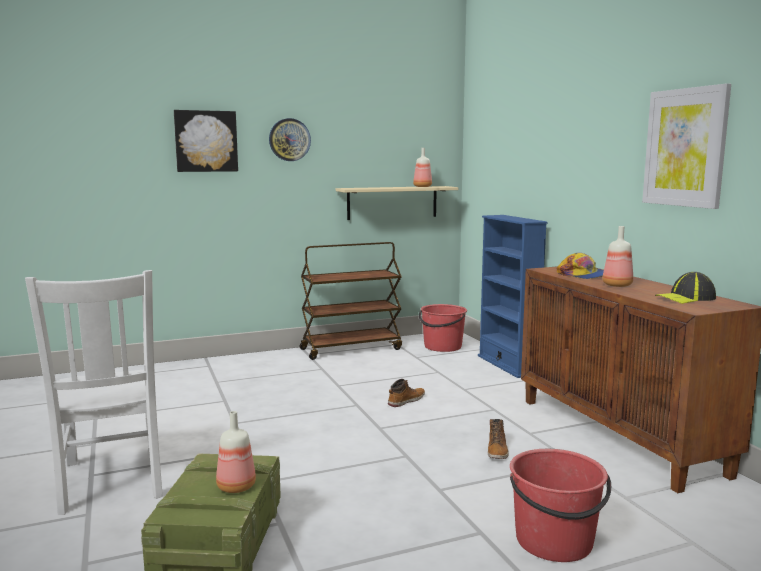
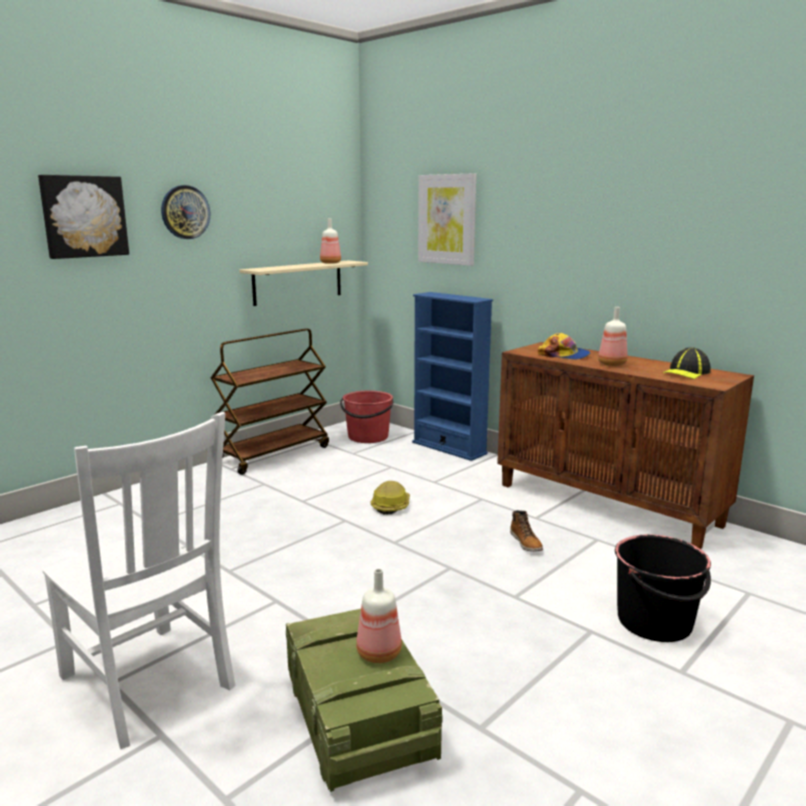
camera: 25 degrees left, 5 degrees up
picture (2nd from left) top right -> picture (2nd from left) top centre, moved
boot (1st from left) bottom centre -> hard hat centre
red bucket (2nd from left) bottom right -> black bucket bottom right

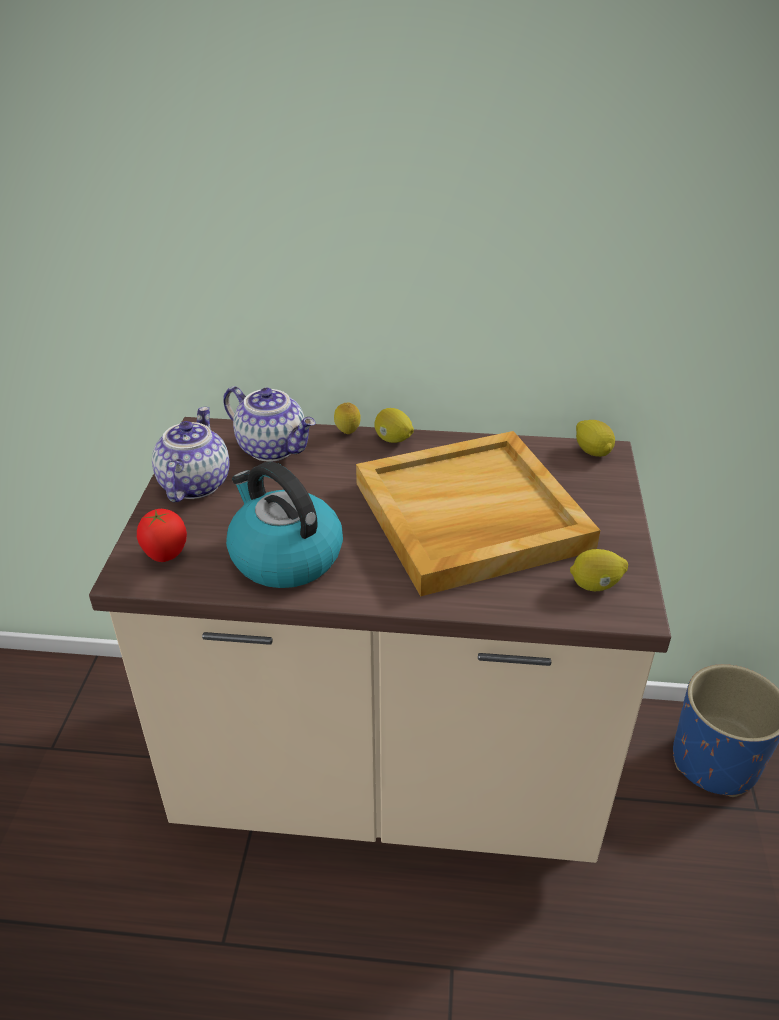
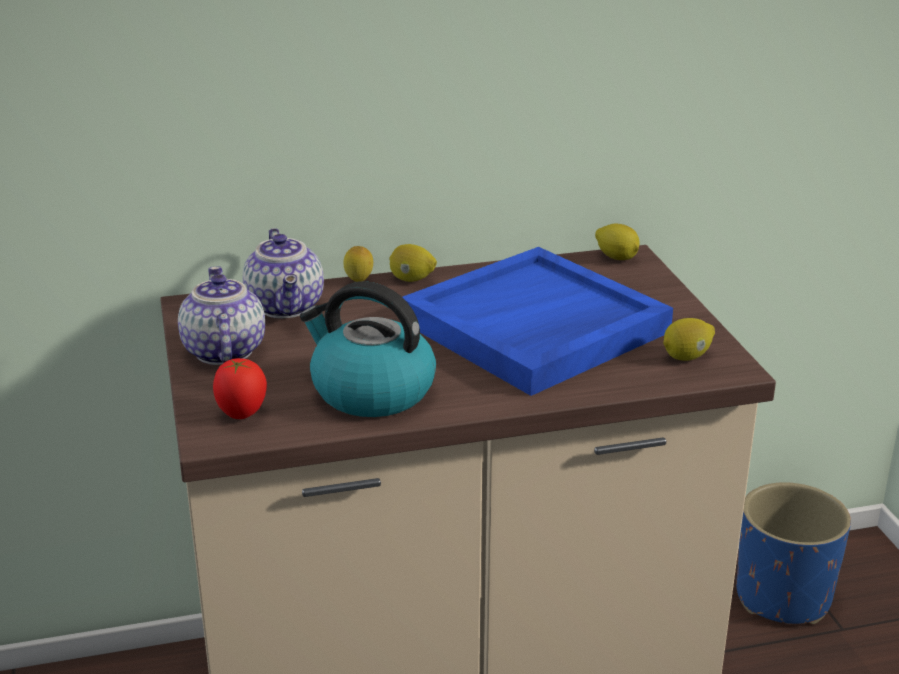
camera: 20 degrees left, 10 degrees down
teapot (2nd from left) centre -> teapot (2nd from left) middle left, 60 degrees clockwise
beige tray centre -> blue tray centre

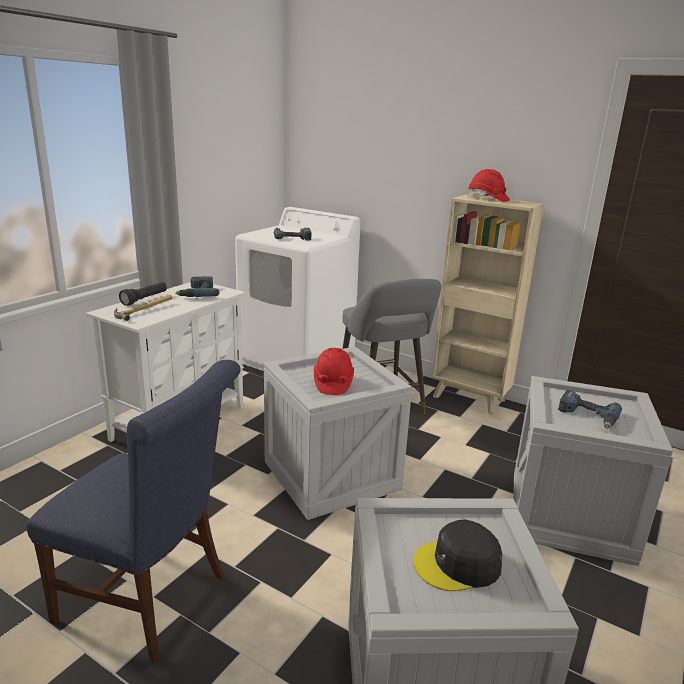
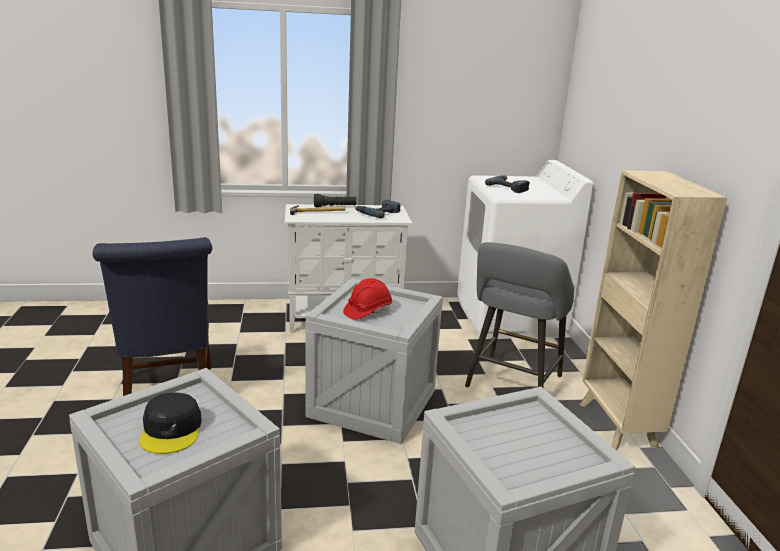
camera: 50 degrees right, 0 degrees up
red hard hat (2nd from left) top right -> none
power drill (3rd from left) middle right -> none
black cap bottom right -> black cap bottom left, 135 degrees counterclockwise

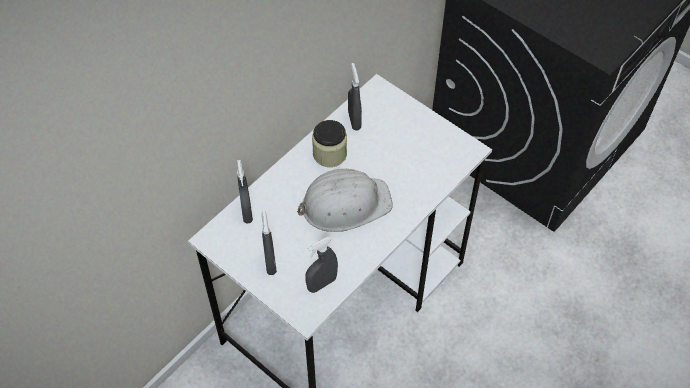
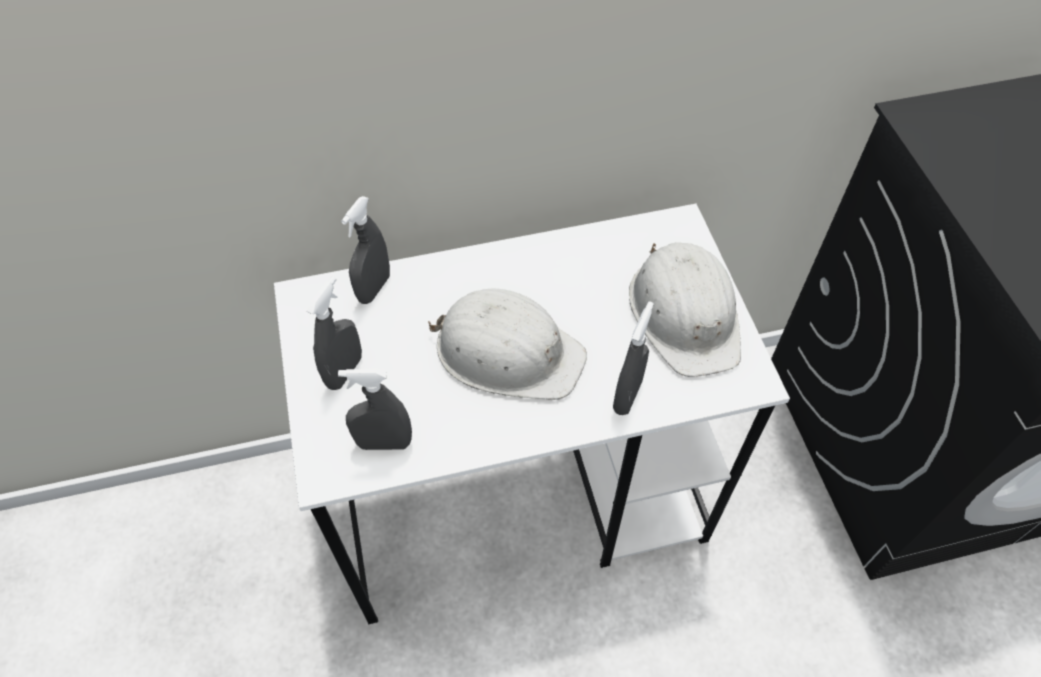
camera: 35 degrees right, 0 degrees up
grey spray bottle (4th from left) top centre -> grey spray bottle (4th from left) centre, moved
jar centre -> none
none -> white hard hat (2nd from left) centre

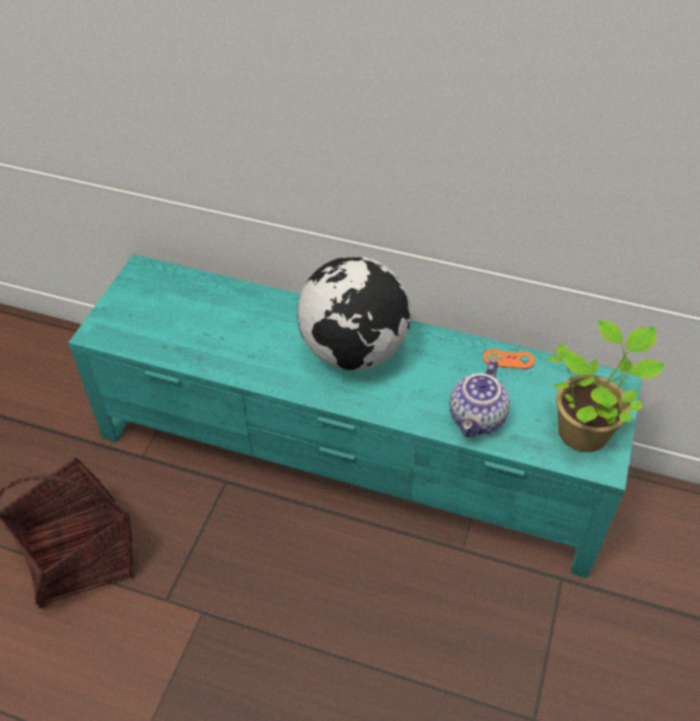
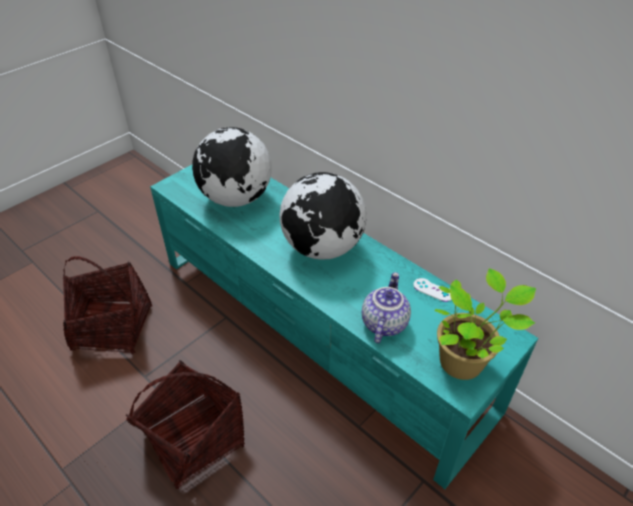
camera: 25 degrees right, 5 degrees down
orange game controller middle right -> white game controller middle right
teapot middle right -> teapot centre, 150 degrees clockwise
none -> globe (1st from left) top centre
none -> basket (2nd from left) bottom left

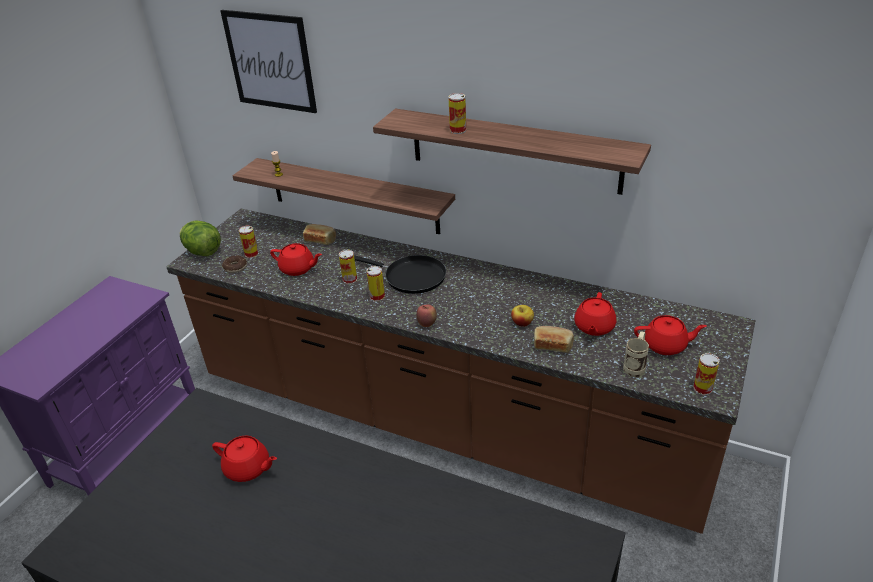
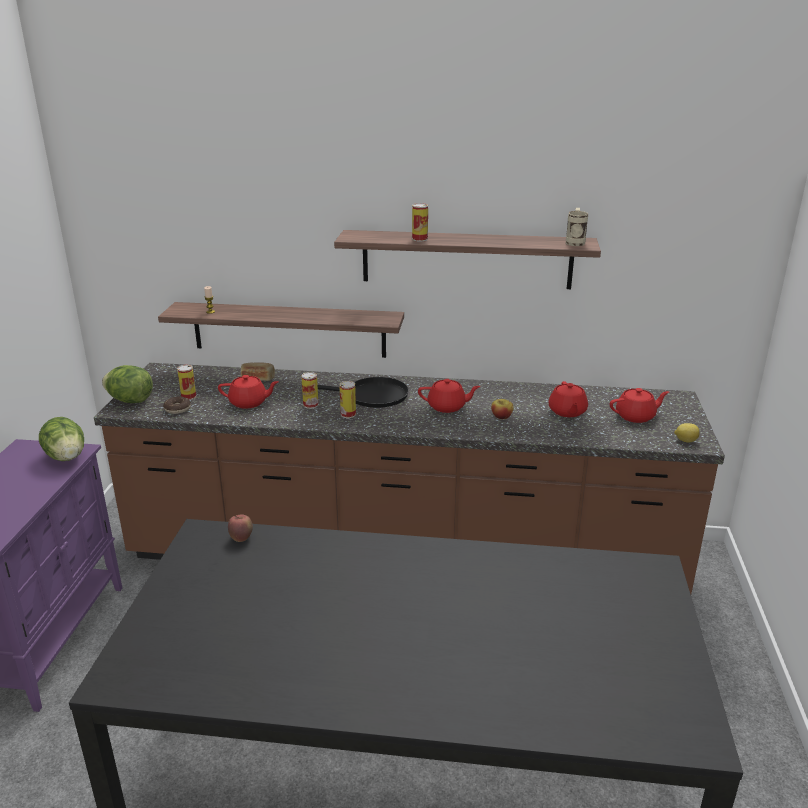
camera: 20 degrees left, 10 degrees down
picture top left -> none
apple (1st from left) centre -> apple (1st from left) middle left, moved
bread (2nd from left) centre -> none
beige mug middle right -> beige mug top right, moved
can (5th from left) middle right -> lemon middle right
red teapot (1st from left in the first image) bottom left -> red teapot (2nd from left) centre, moved
none -> lettuce (1st from left) middle left

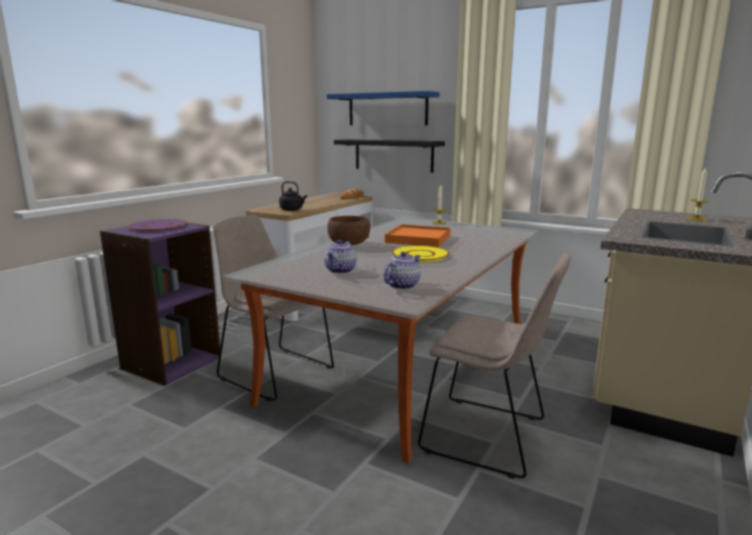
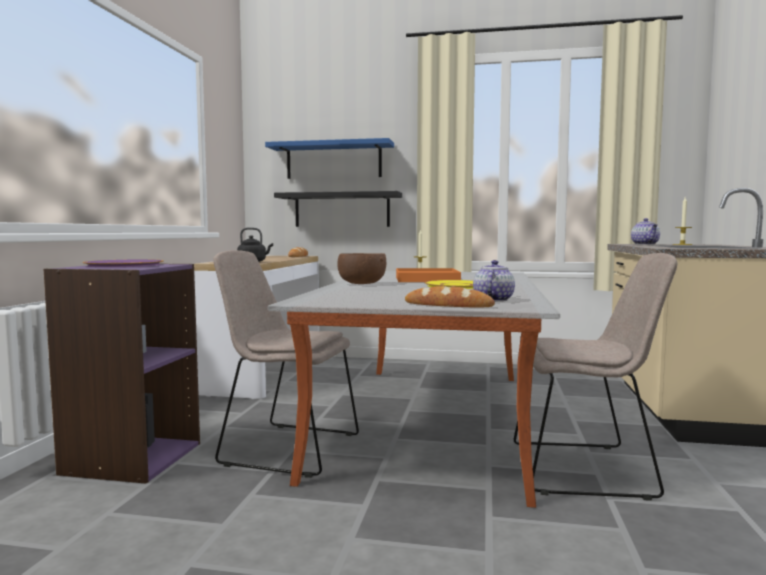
camera: 20 degrees left, 10 degrees down
teapot (1st from left in the first image) centre -> teapot (2nd from left) middle right, moved
none -> bread (2nd from left) centre

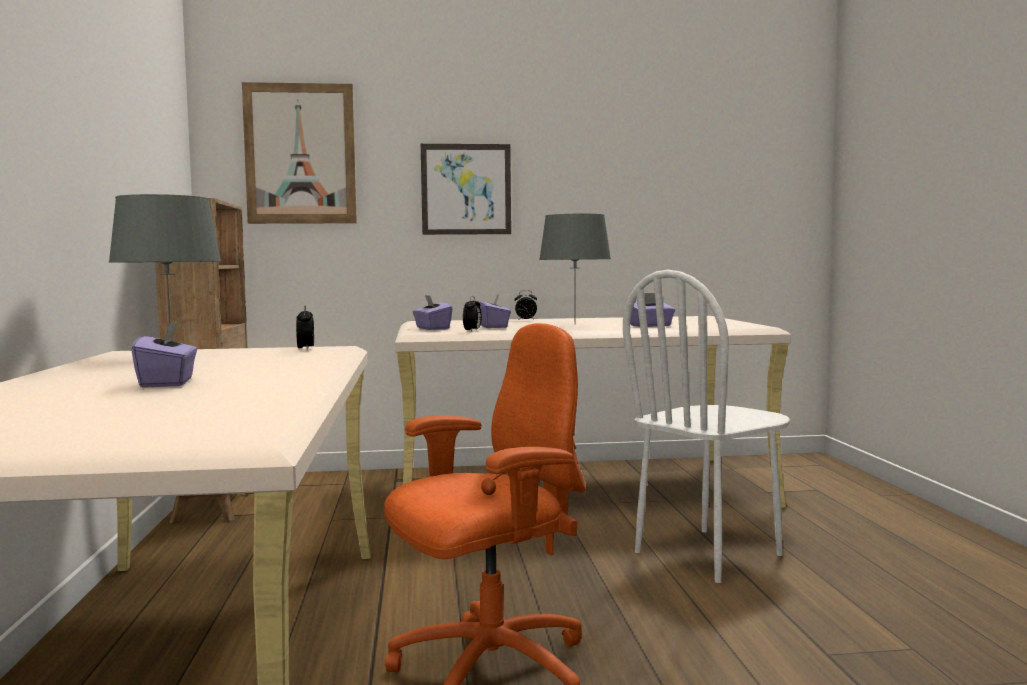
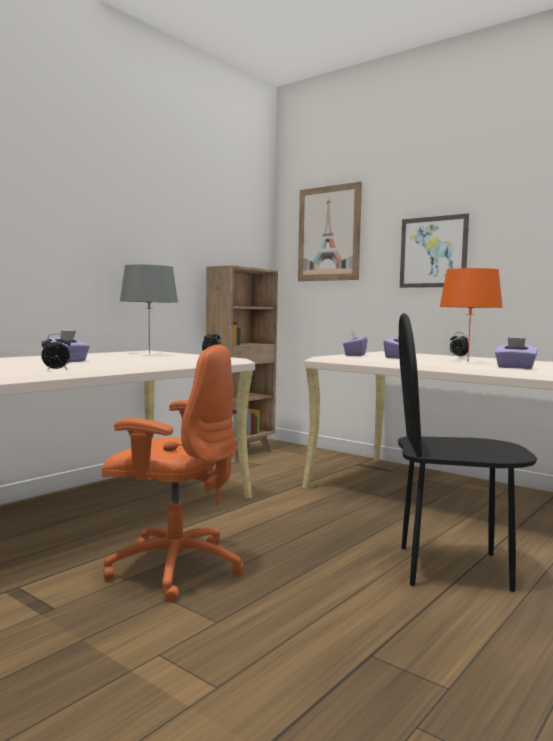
camera: 45 degrees right, 0 degrees up
grey table lamp (2nd from left) centre -> orange table lamp middle right
white chair middle right -> black chair middle right
alarm clock (2nd from left in the first image) centre -> alarm clock (1st from left) middle left, moved

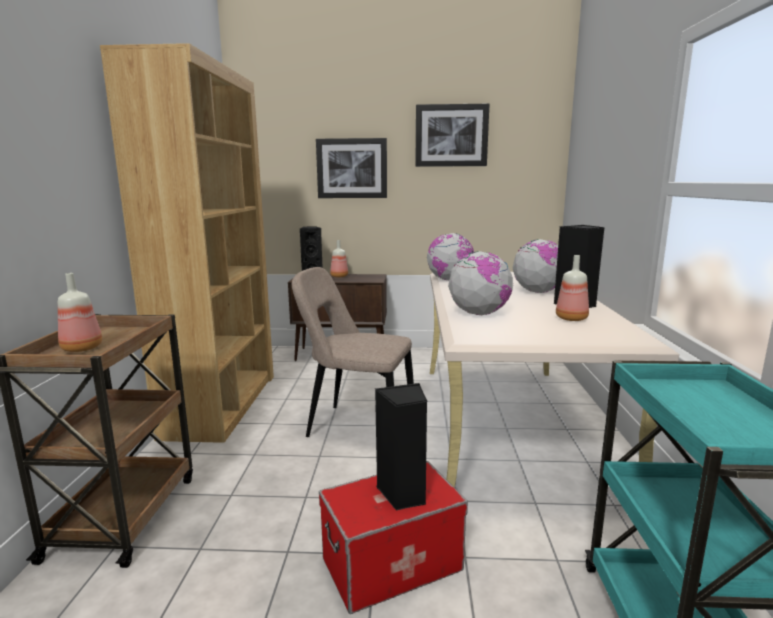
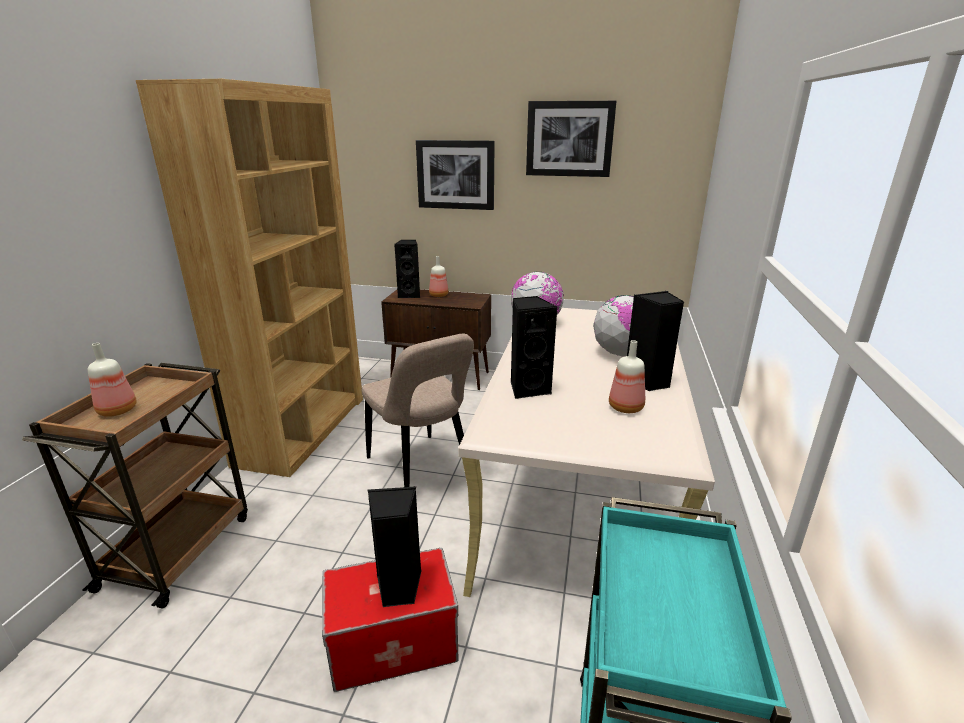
camera: 10 degrees right, 10 degrees up
globe (2nd from left) centre -> black speaker (3rd from left) centre
beige chair centre, 150 degrees counterclockwise

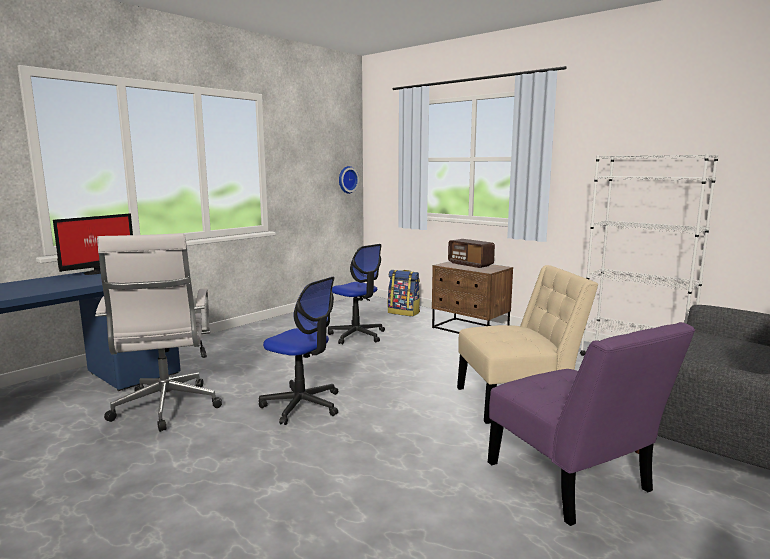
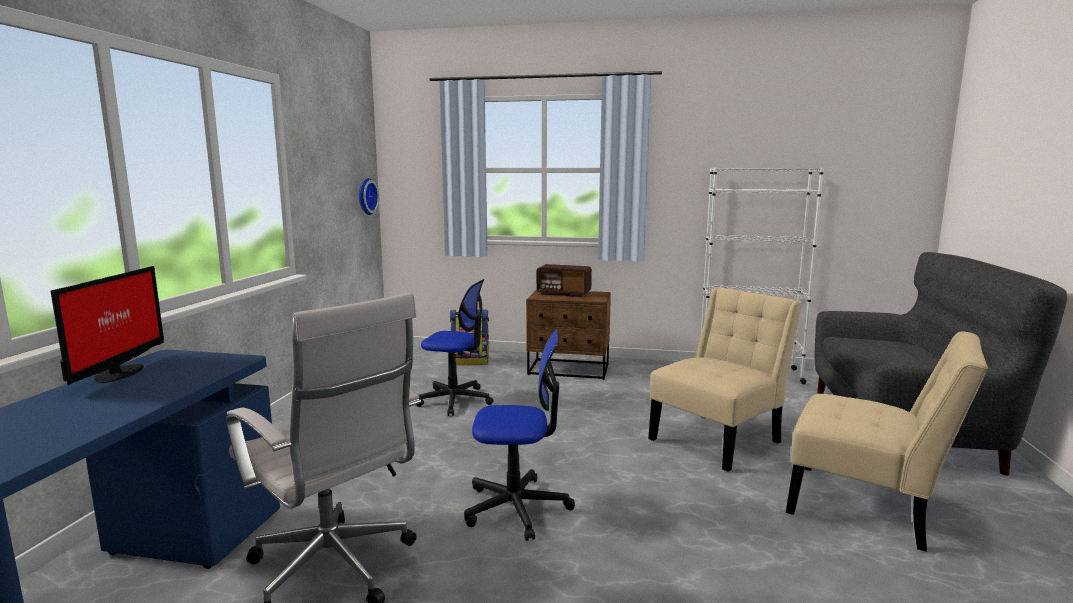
camera: 30 degrees left, 0 degrees up
purple chair bottom right -> beige chair (2nd from left) bottom right

